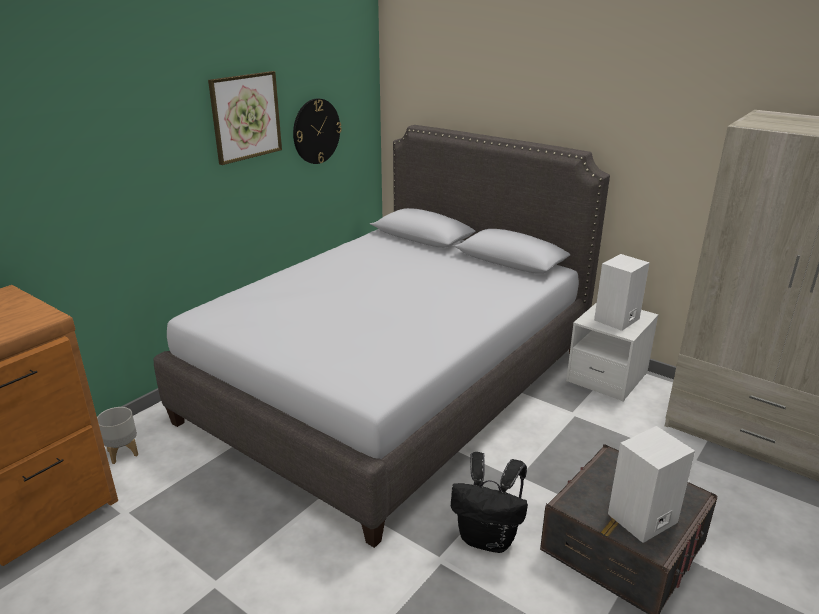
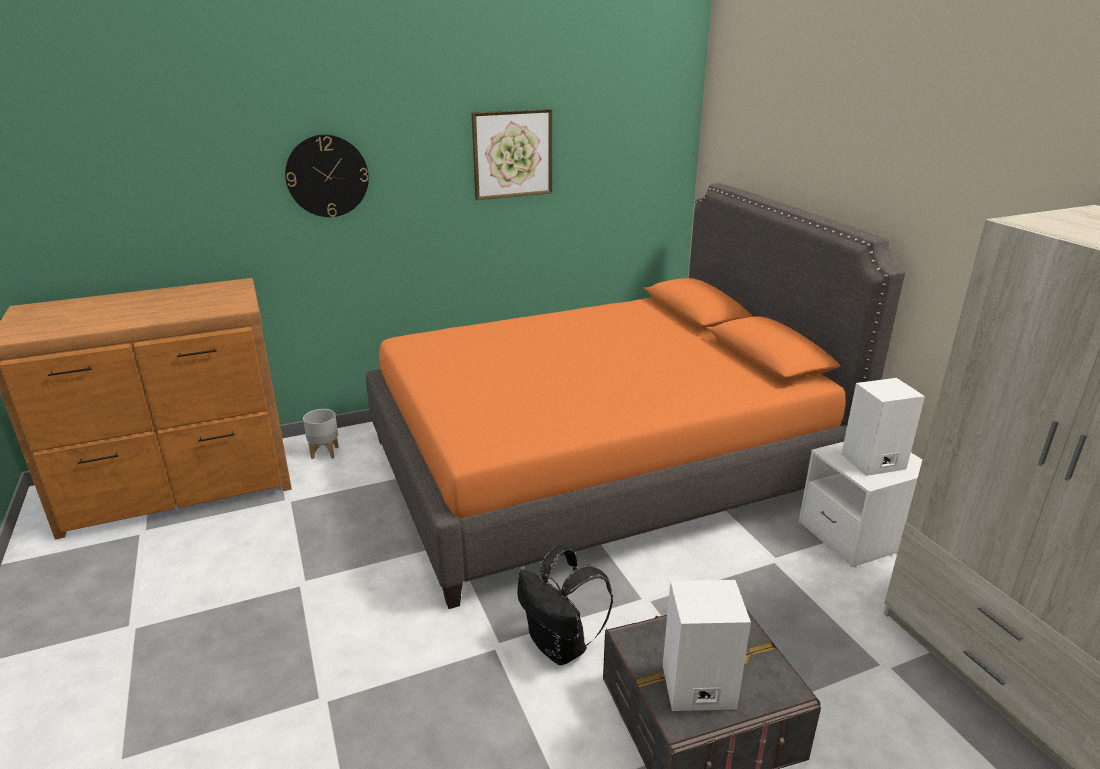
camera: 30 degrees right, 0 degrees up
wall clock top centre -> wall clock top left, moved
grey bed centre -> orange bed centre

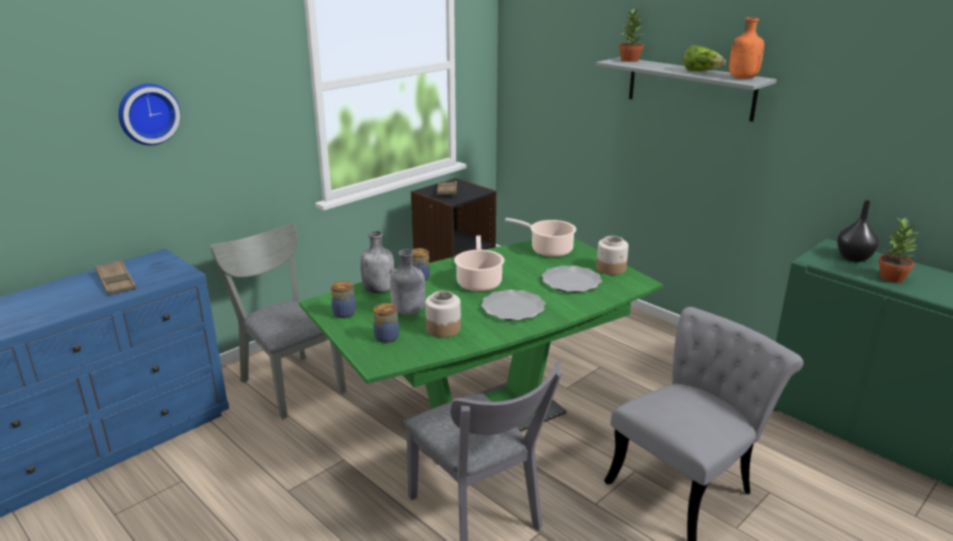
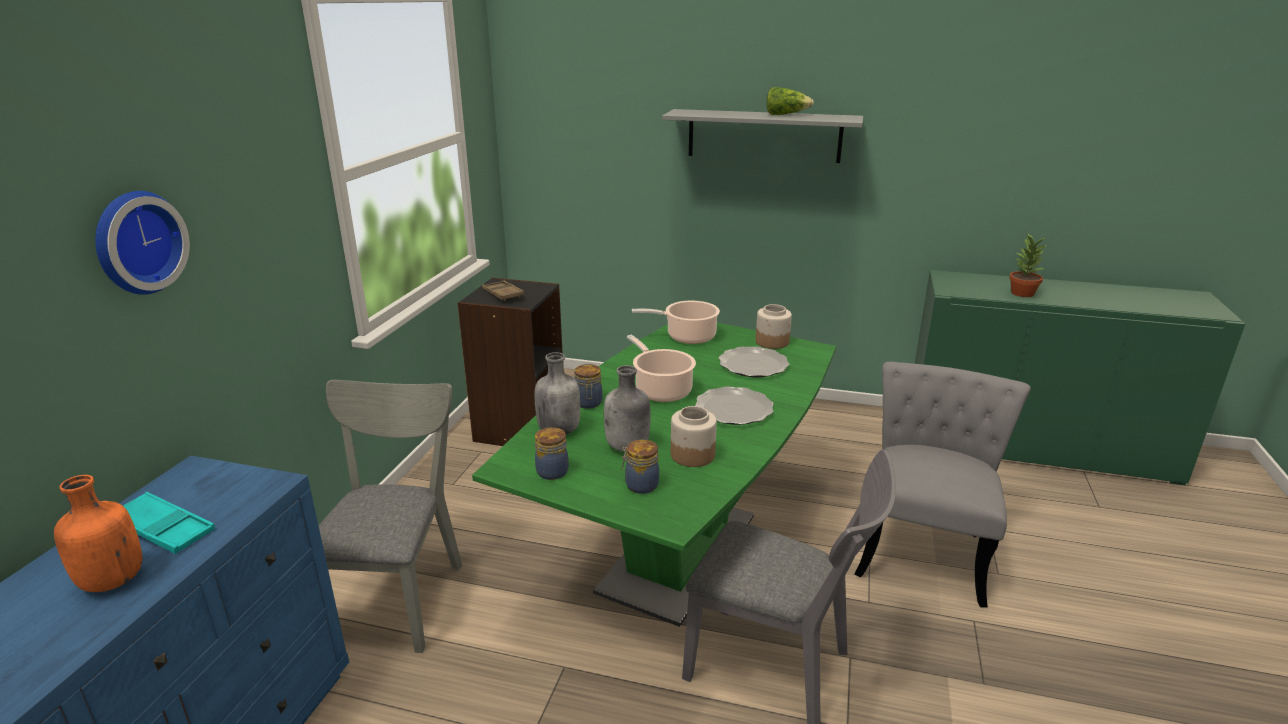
camera: 30 degrees left, 0 degrees up
potted plant (1st from left) top centre -> none
orange bottle top right -> orange bottle bottom left, moved
black vase middle right -> none
grey chair (1st from left) middle left -> grey chair (1st from left) bottom left, 75 degrees clockwise
brown tray (1st from left) middle left -> turquoise tray bottom left

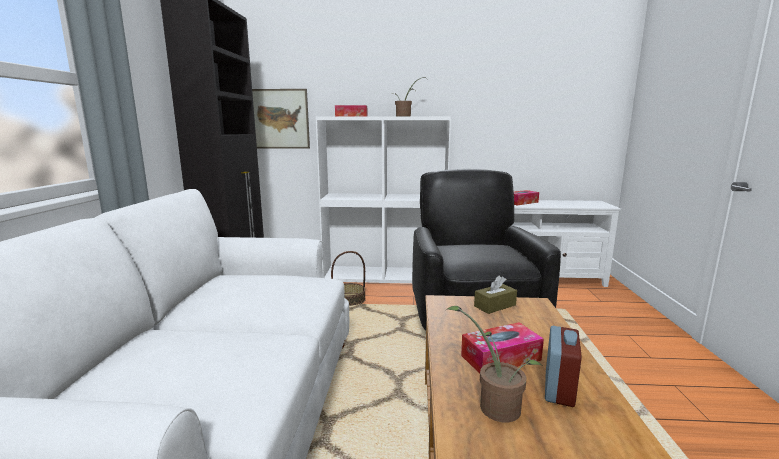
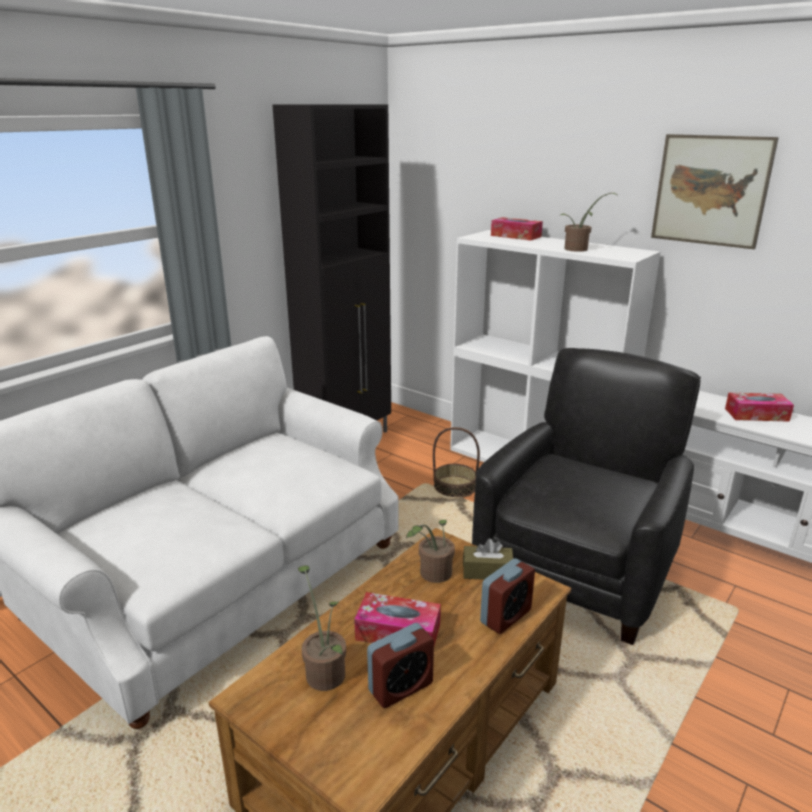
camera: 35 degrees right, 10 degrees up
picture top centre -> picture top right, moved
none -> potted plant (2nd from left) bottom centre
none -> alarm clock (2nd from left) bottom centre

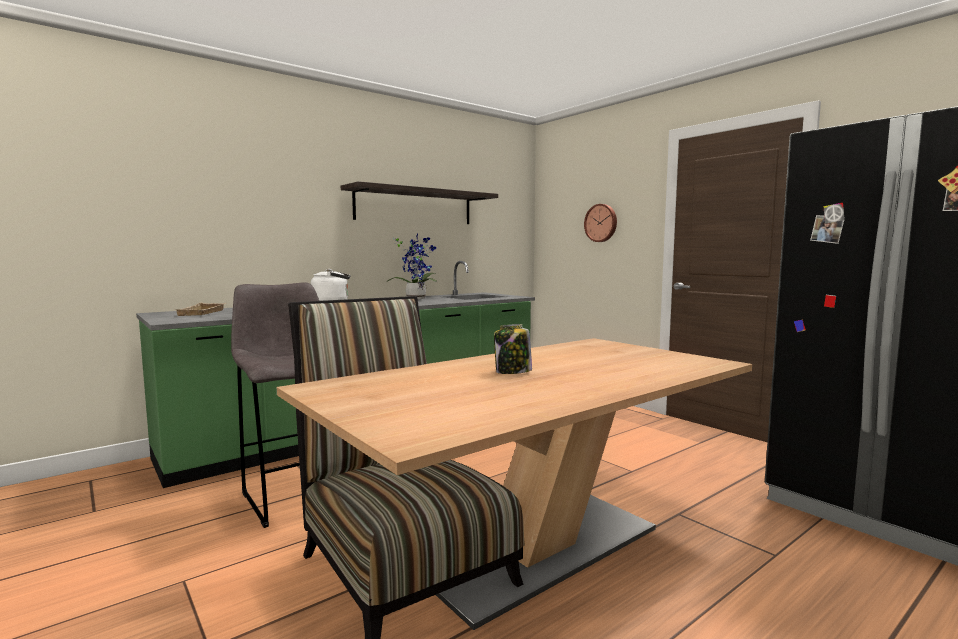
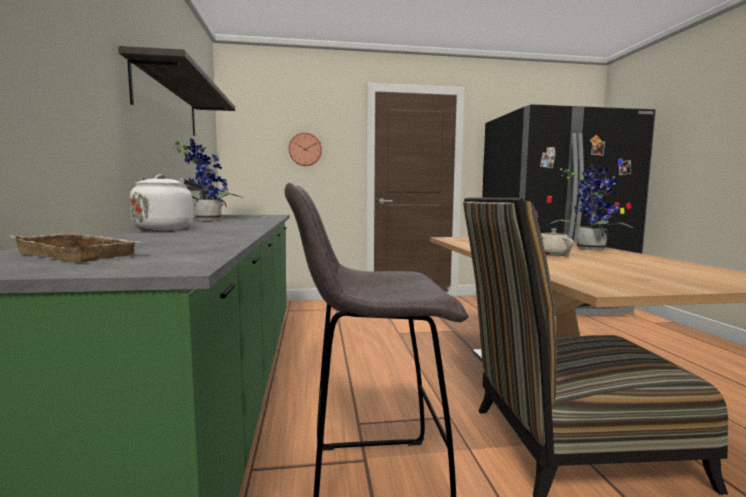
camera: 60 degrees left, 0 degrees up
jar centre -> beige teapot middle right
none -> potted plant (2nd from left) middle right

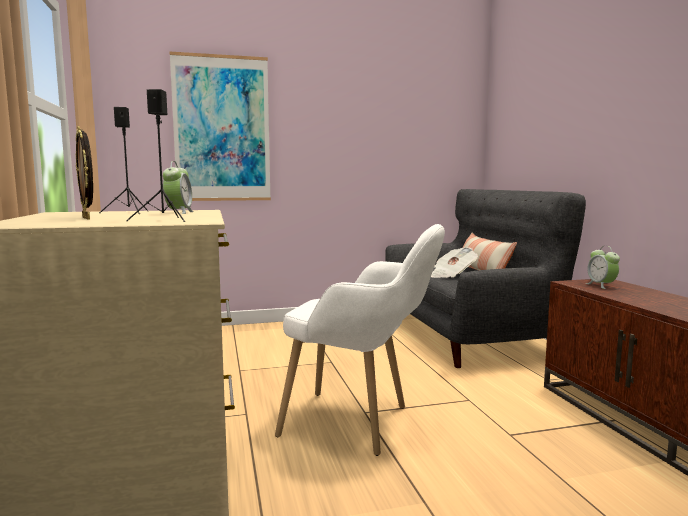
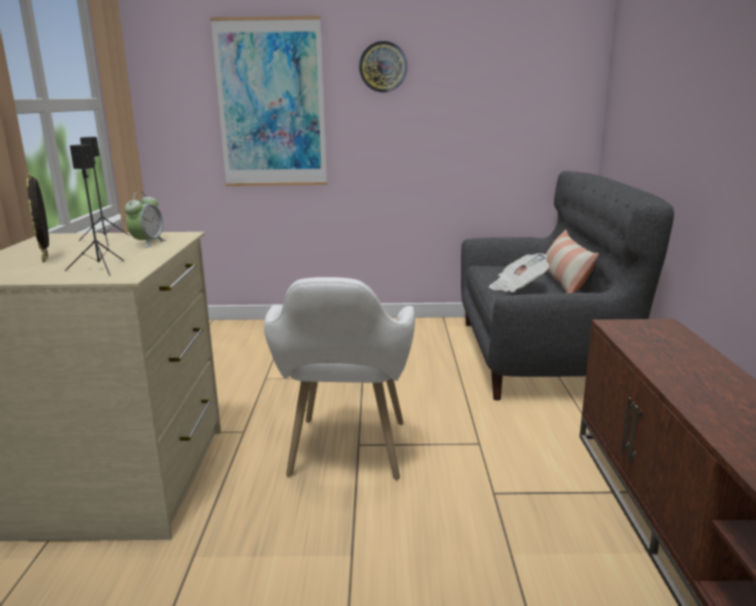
camera: 15 degrees right, 10 degrees up
white armchair centre, 60 degrees clockwise
alarm clock (2nd from left) middle right -> none
none -> wall clock top centre

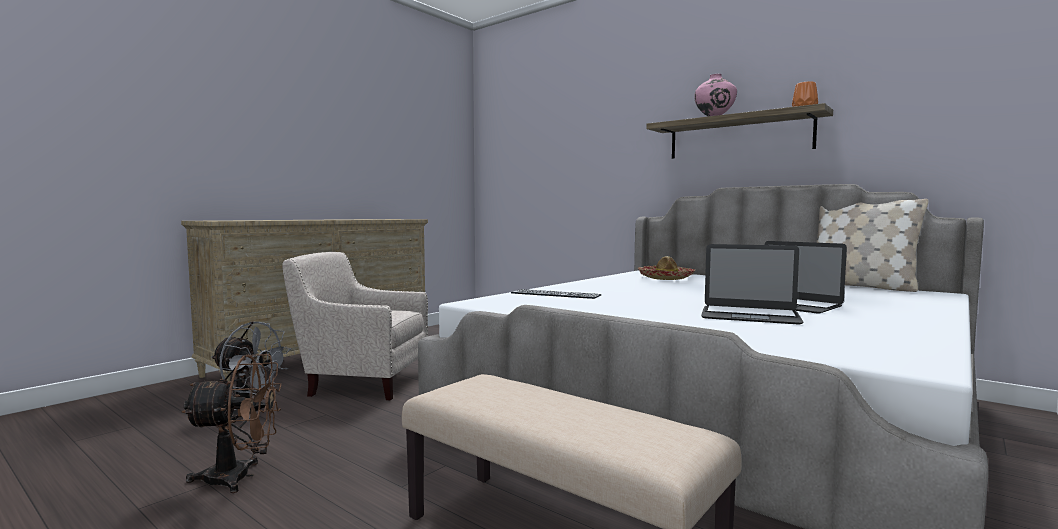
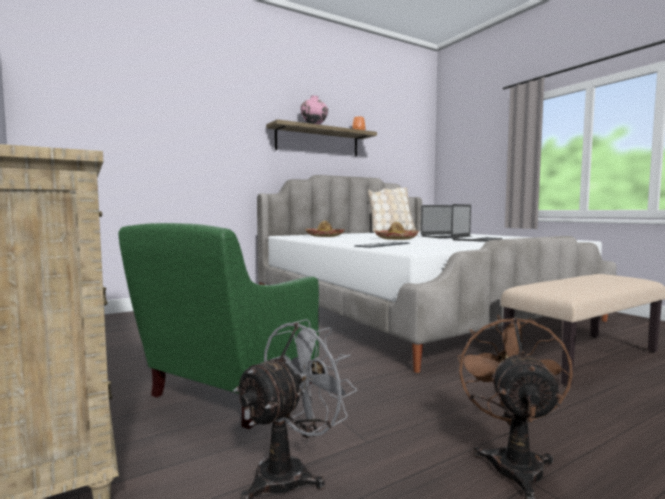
camera: 70 degrees left, 0 degrees up
beige armchair centre -> green armchair middle left
none -> hat (2nd from left) centre

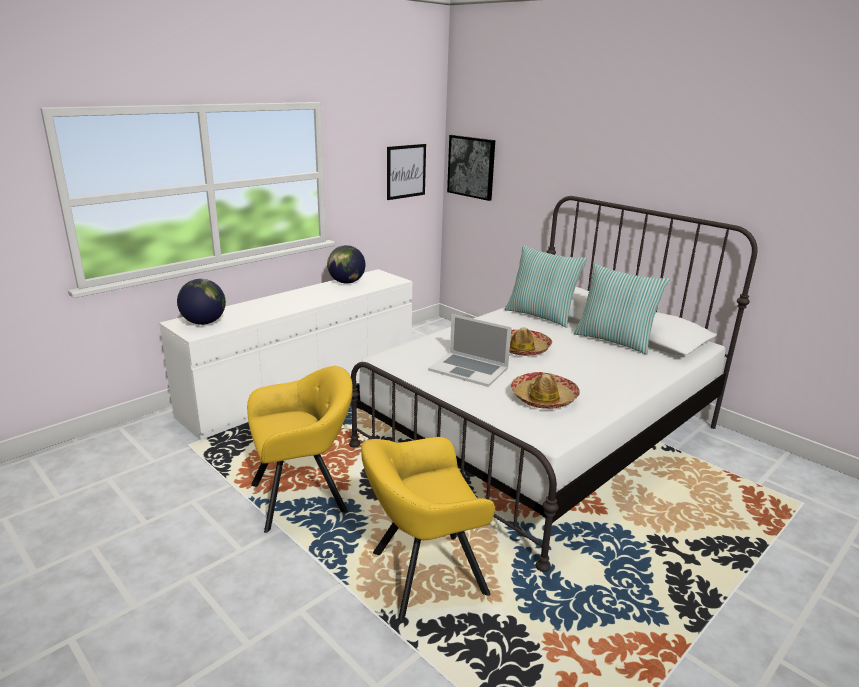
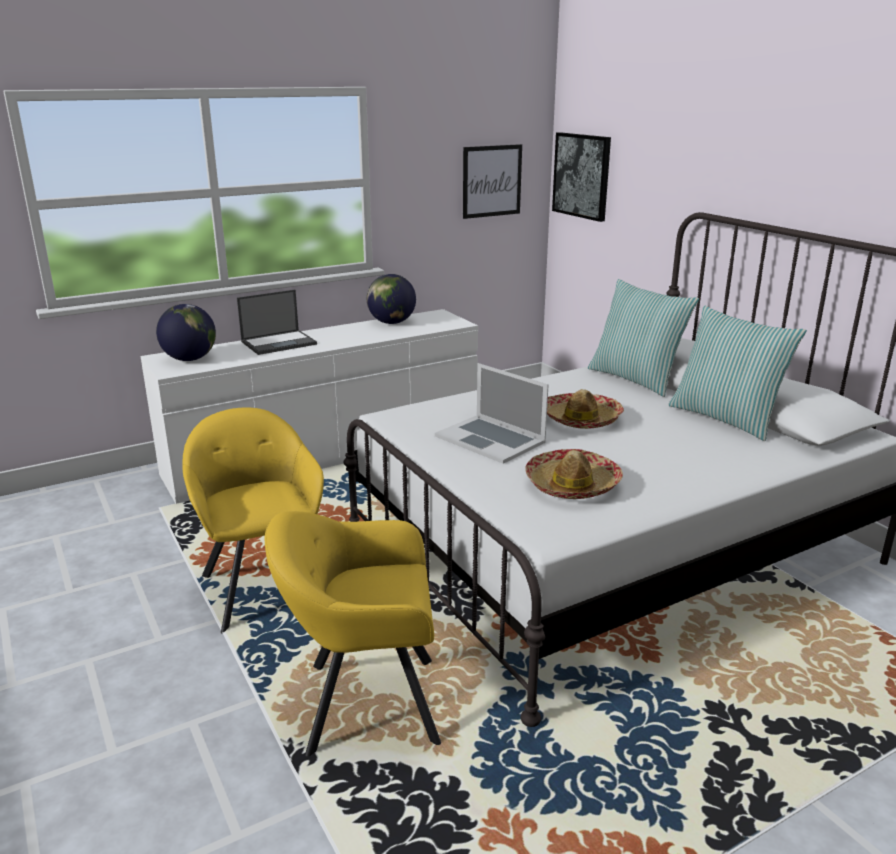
camera: 15 degrees right, 0 degrees up
yellow armchair (1st from left) centre -> yellow armchair (1st from left) middle left, 105 degrees counterclockwise
none -> laptop (1st from left) middle left

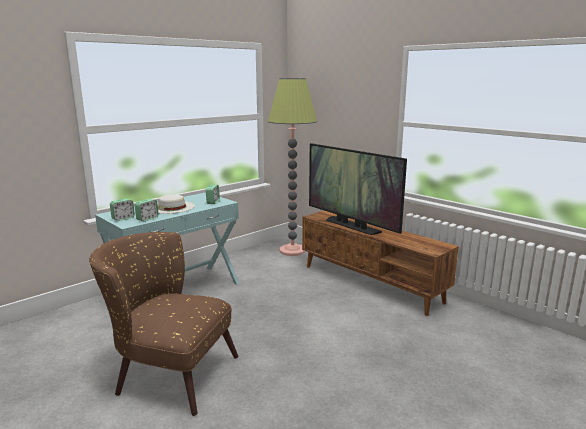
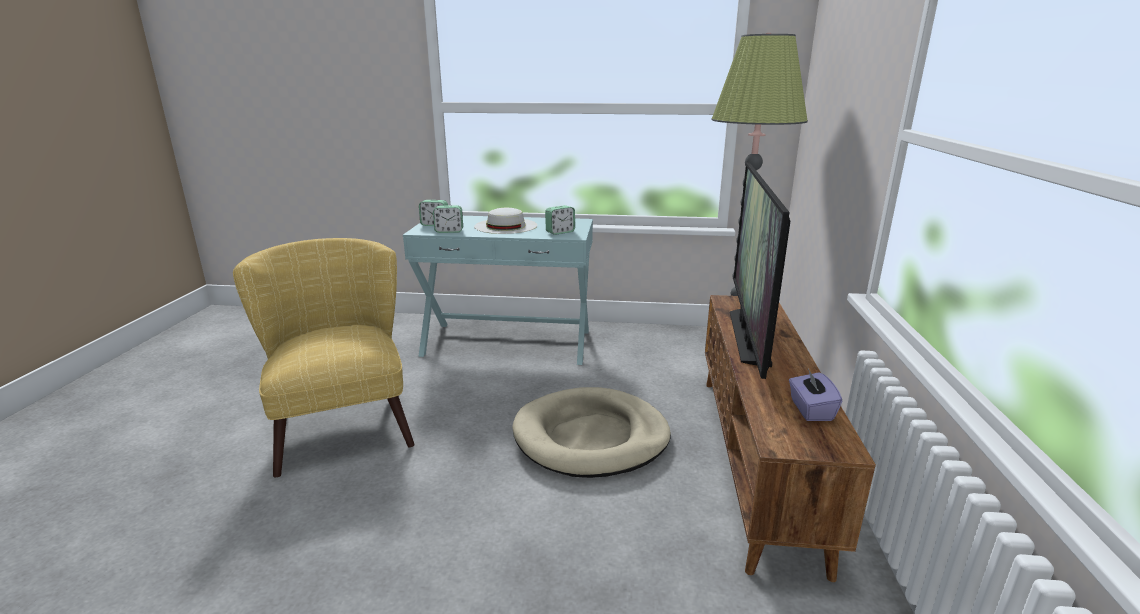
camera: 50 degrees right, 5 degrees up
brown armchair bottom left -> yellow armchair middle left
none -> purple tissue box middle right
none -> beige dog bed bottom centre

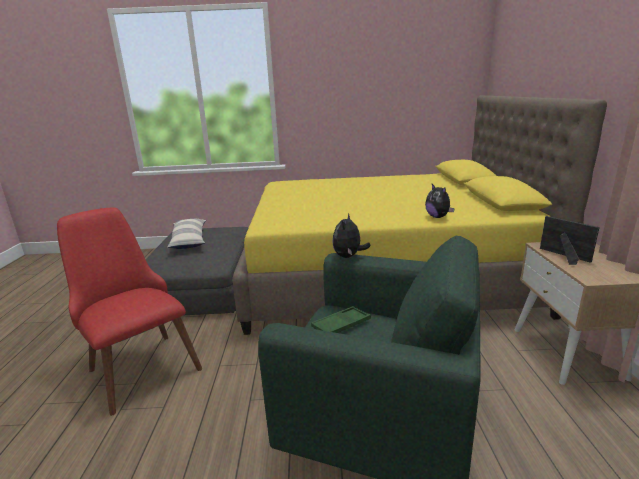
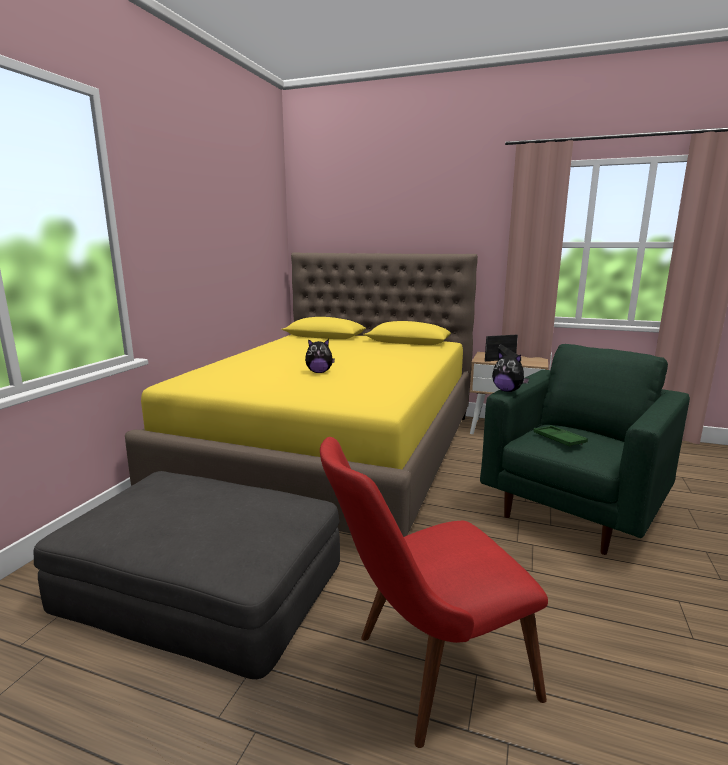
camera: 70 degrees left, 5 degrees down
plush toy (2nd from left in the first image) middle right -> plush toy (1st from left) centre, moved
pillow middle left -> none

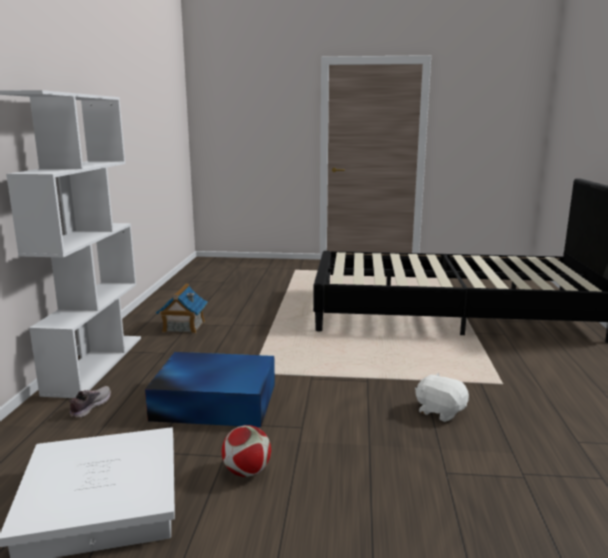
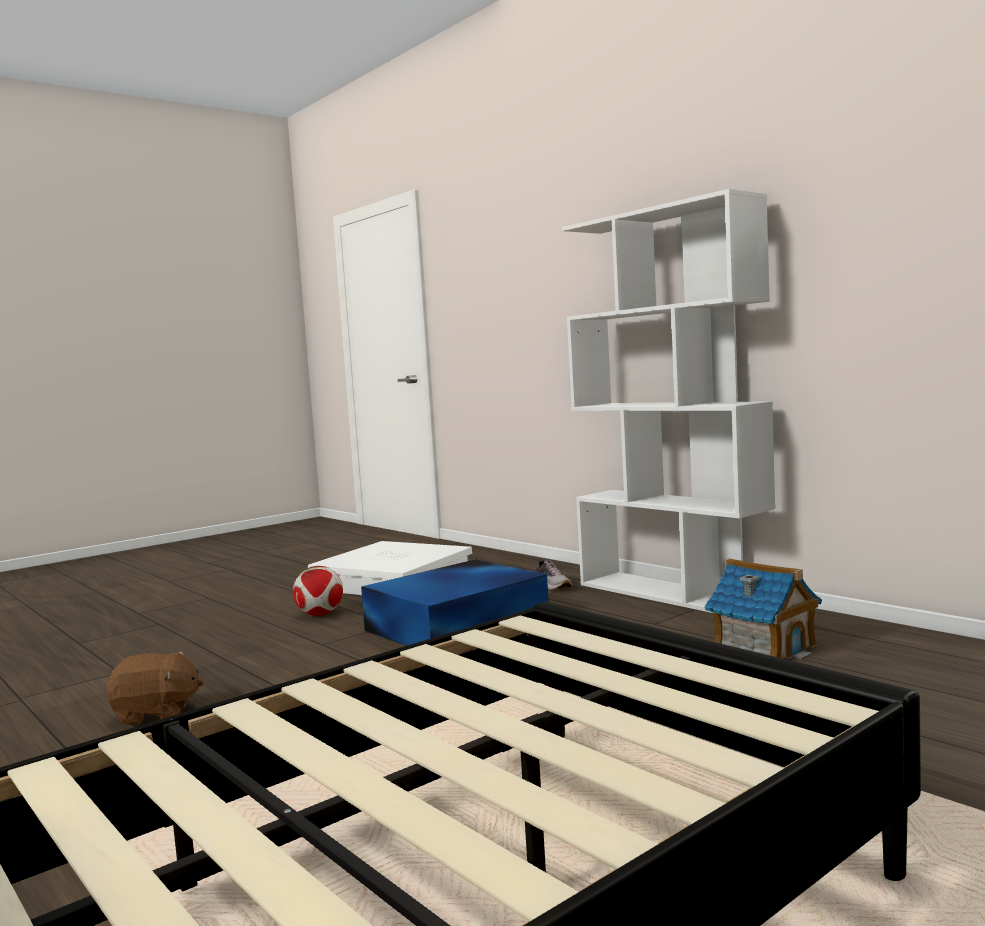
camera: 135 degrees right, 10 degrees down
white plush toy bottom right -> brown plush toy bottom left

